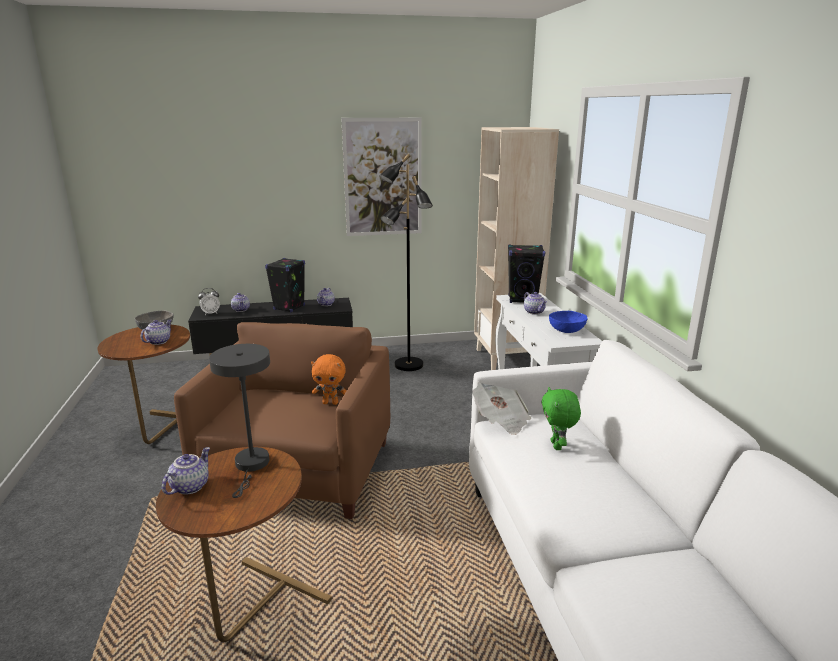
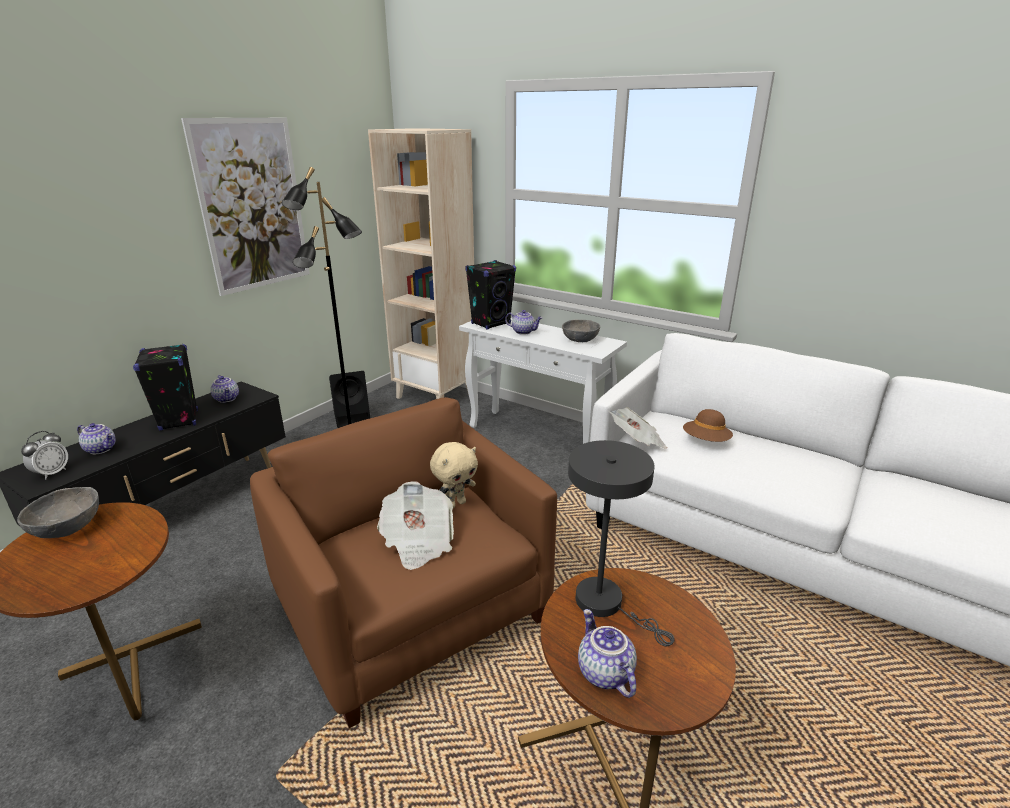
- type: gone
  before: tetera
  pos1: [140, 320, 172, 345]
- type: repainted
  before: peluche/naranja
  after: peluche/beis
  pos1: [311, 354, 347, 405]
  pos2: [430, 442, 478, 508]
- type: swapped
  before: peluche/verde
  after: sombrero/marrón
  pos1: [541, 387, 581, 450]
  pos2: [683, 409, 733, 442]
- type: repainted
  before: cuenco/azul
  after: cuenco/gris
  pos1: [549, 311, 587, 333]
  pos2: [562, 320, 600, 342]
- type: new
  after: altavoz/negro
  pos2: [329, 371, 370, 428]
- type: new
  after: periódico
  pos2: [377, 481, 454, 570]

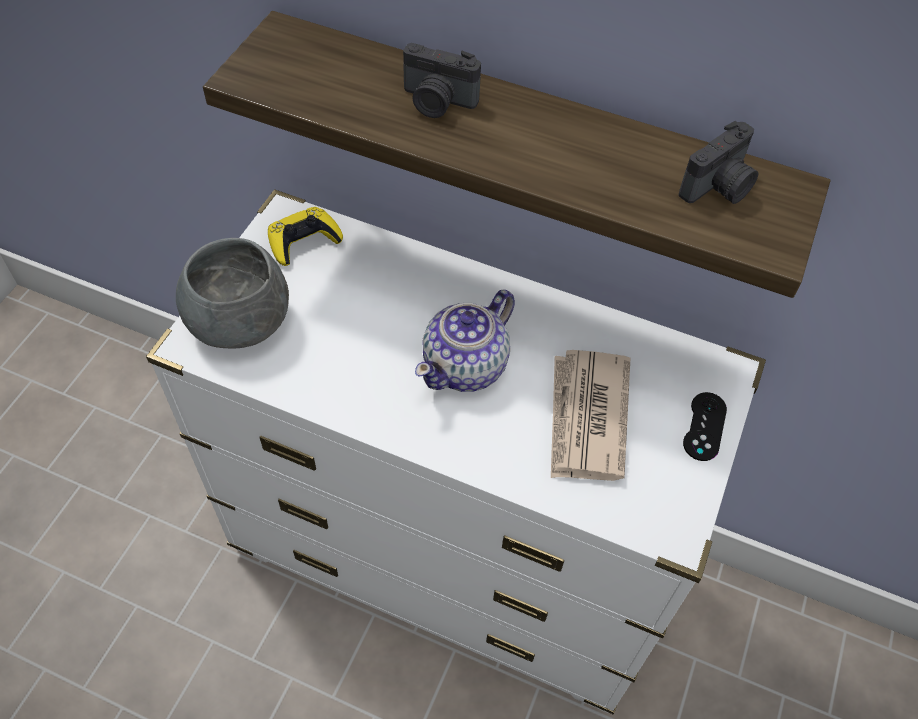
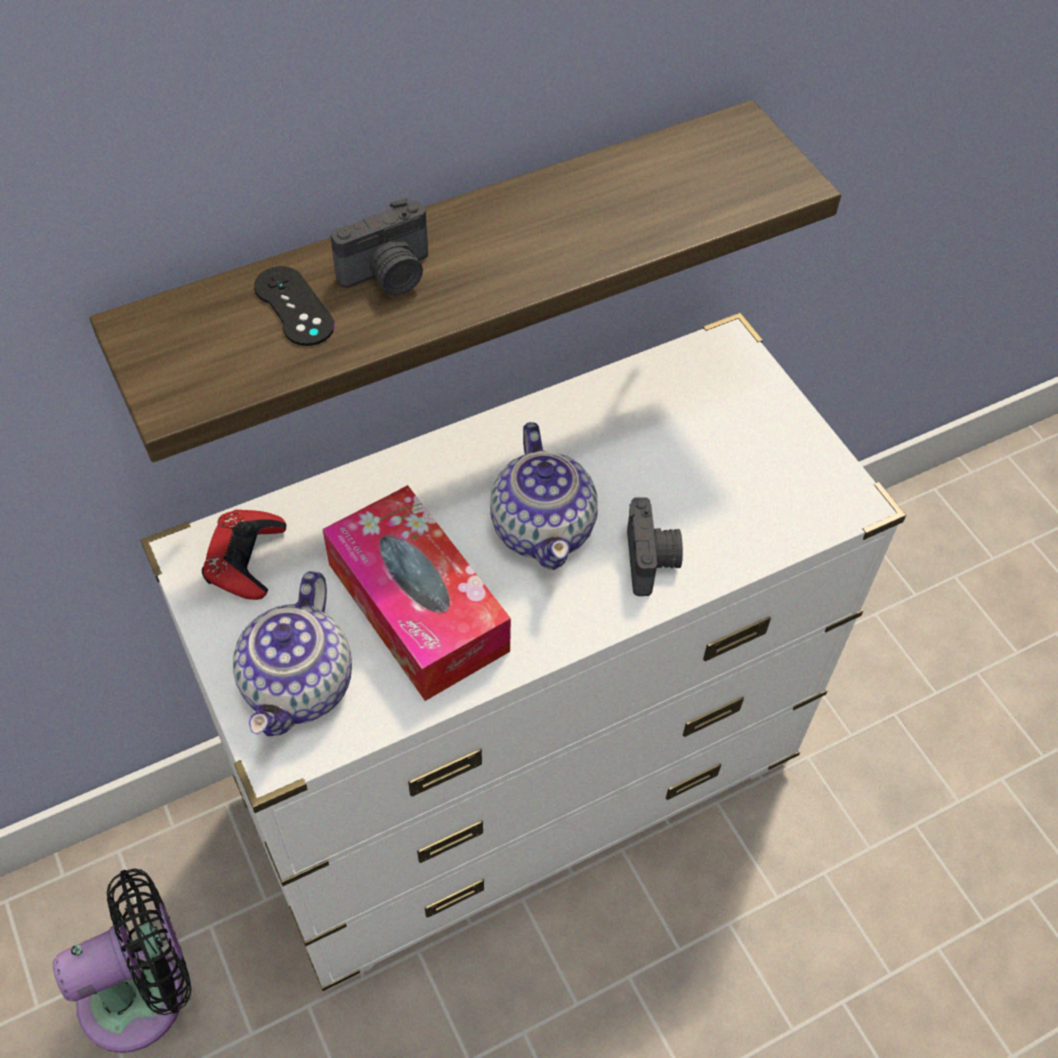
- type: swapped
  before: cuenco/gris
  after: tetera
  pos1: [176, 238, 289, 349]
  pos2: [233, 571, 352, 737]
- type: repainted
  before: mando de consola/amarillo
  after: mando de consola/rojo
  pos1: [268, 207, 343, 266]
  pos2: [202, 510, 286, 600]
- type: gone
  before: periódico
  pos1: [551, 350, 630, 481]
- type: shifted
  before: cámara
  pos1: [679, 121, 758, 204]
  pos2: [627, 497, 683, 596]
- type: shifted
  before: mando de consola/negro
  pos1: [683, 392, 727, 461]
  pos2: [254, 266, 335, 346]
- type: new
  after: ventilador/negro
  pos2: [53, 868, 192, 1053]
- type: new
  after: caja de pañuelos
  pos2: [322, 485, 511, 701]

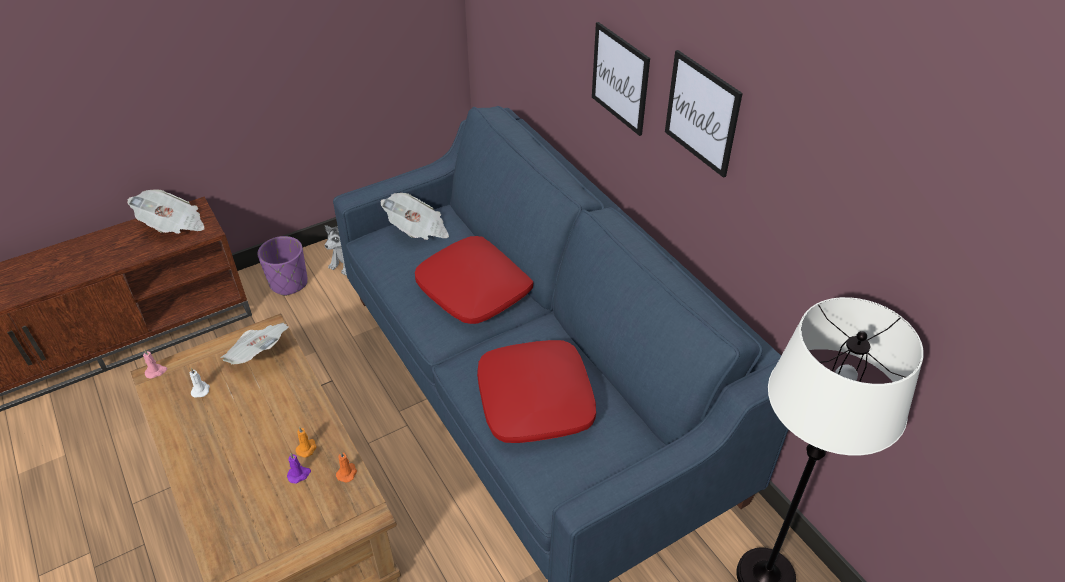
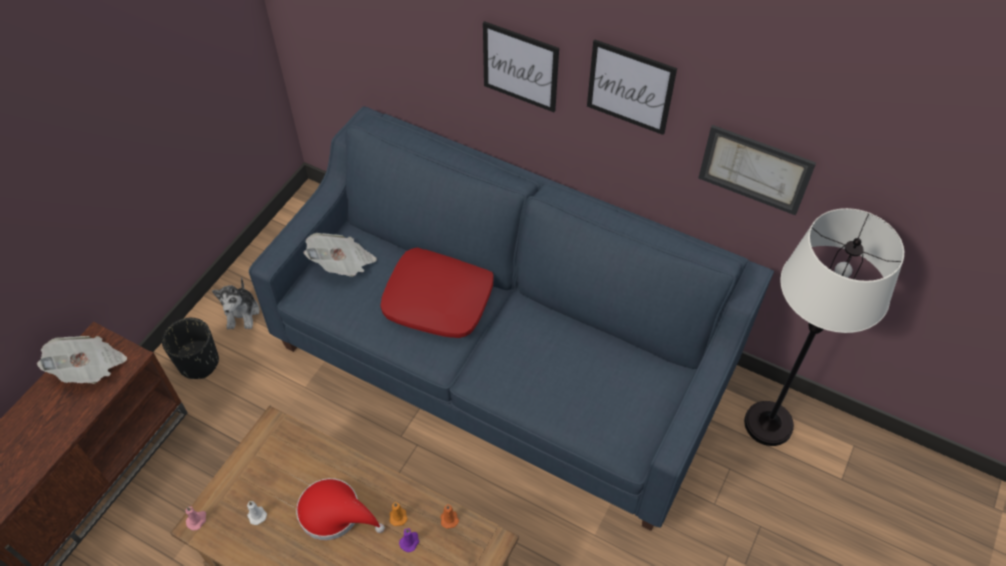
- type: gone
  before: periódico
  pos1: [220, 323, 289, 365]
- type: repainted
  before: maceta/morado
  after: maceta/negro
  pos1: [258, 236, 308, 296]
  pos2: [162, 318, 219, 379]
- type: gone
  before: cojín/rojo
  pos1: [477, 340, 596, 443]
- type: new
  after: sombrero/rojo
  pos2: [296, 478, 385, 540]
- type: new
  after: cuadro
  pos2: [698, 125, 816, 216]

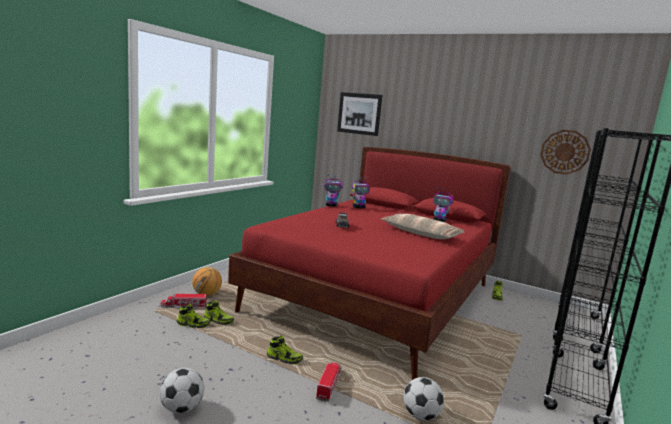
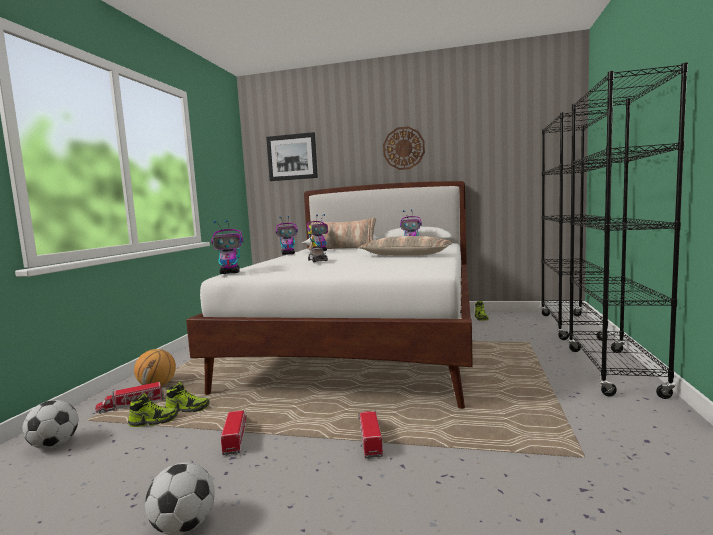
- type: repainted
  before: cama/rojo
  after: cama/blanco
  pos1: [228, 147, 511, 380]
  pos2: [186, 181, 473, 409]
- type: gone
  before: zapato
  pos1: [267, 335, 303, 364]
- type: shifted
  before: balón de fútbol
  pos1: [404, 377, 444, 420]
  pos2: [22, 400, 78, 449]
- type: shifted
  before: reloj de pared
  pos1: [540, 130, 591, 175]
  pos2: [383, 126, 425, 170]
- type: new
  after: robot de juguete
  pos2: [211, 220, 244, 274]
- type: new
  after: camión de juguete
  pos2: [221, 410, 247, 456]
- type: new
  after: cojín
  pos2: [308, 218, 376, 250]

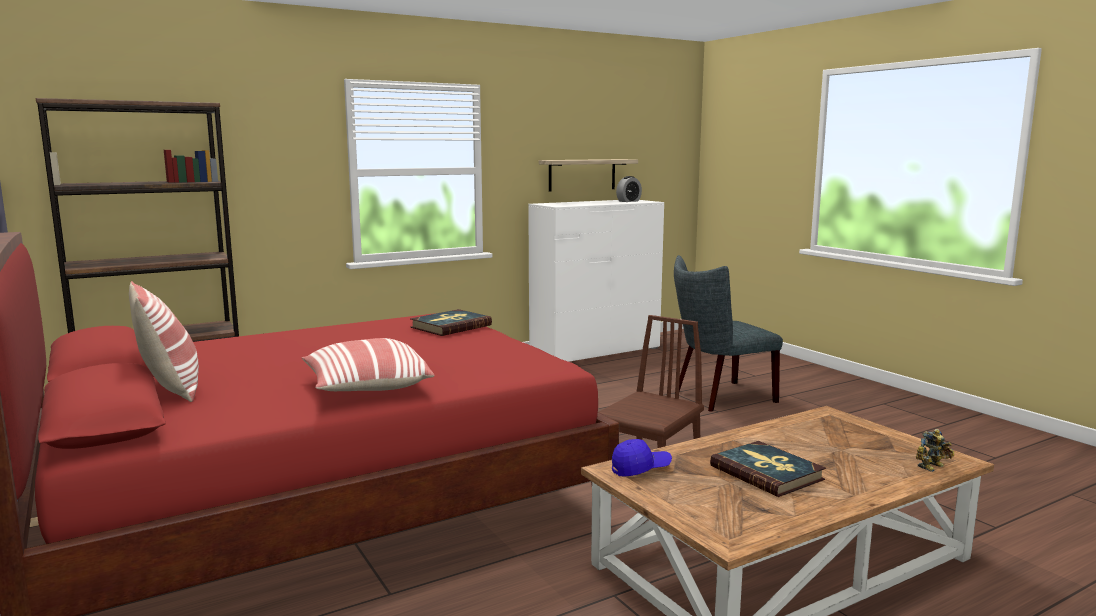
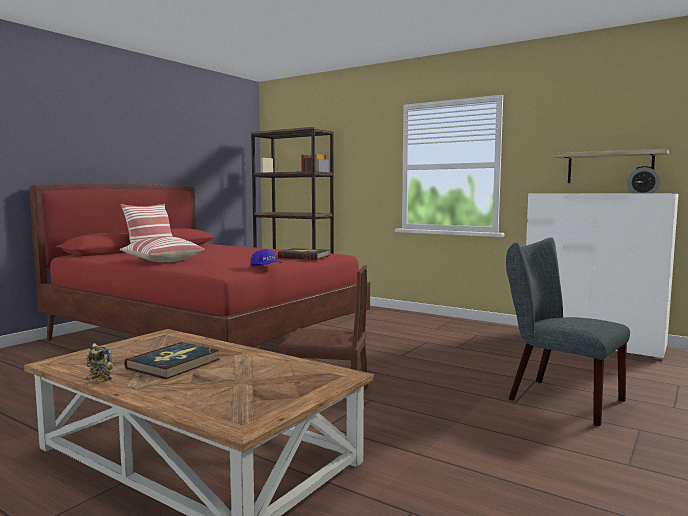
- type: shifted
  before: gorra/azul
  pos1: [612, 439, 672, 476]
  pos2: [250, 249, 282, 266]
- type: shifted
  before: robot de juguete
  pos1: [916, 429, 954, 472]
  pos2: [86, 343, 114, 383]

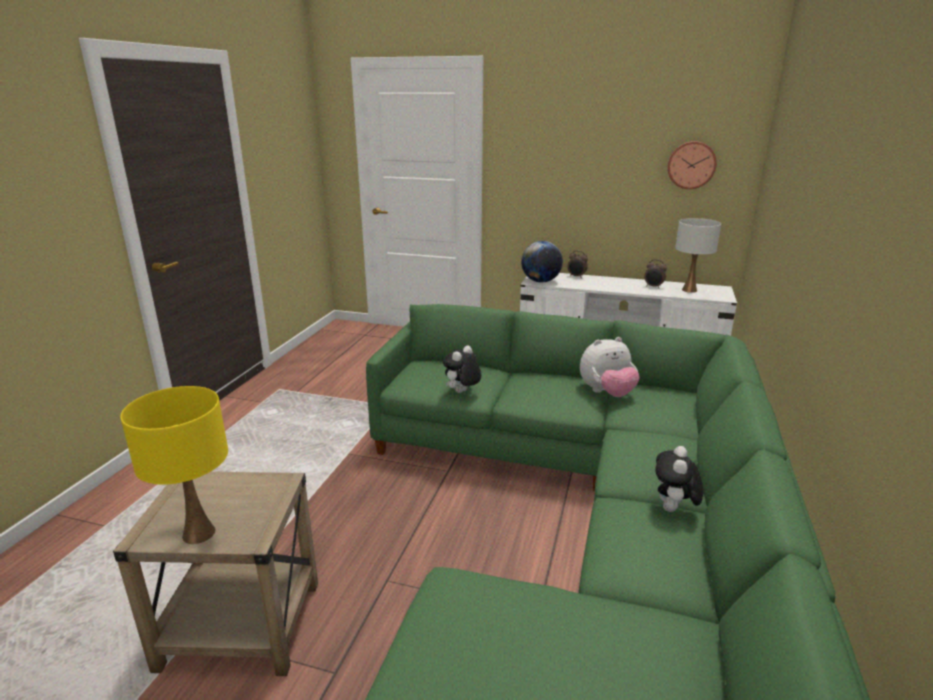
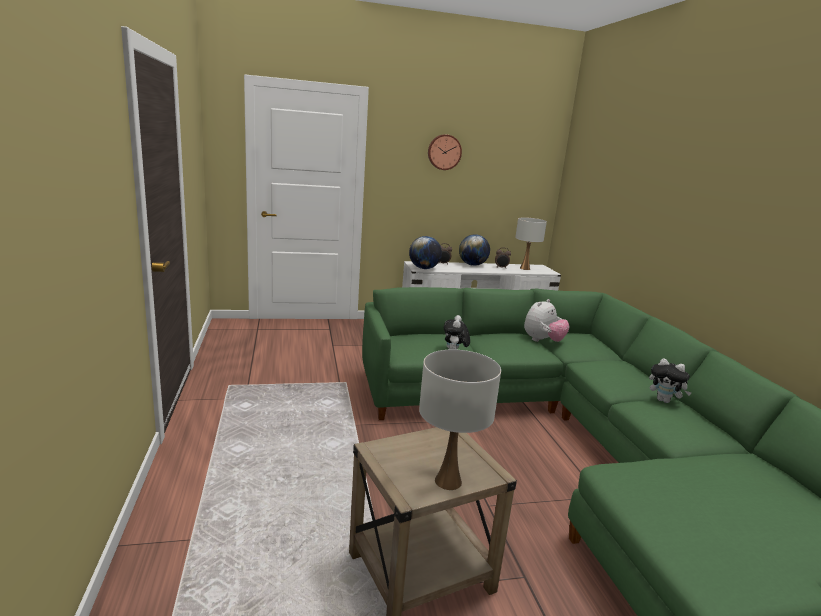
- type: repainted
  before: lámpara de mesa/amarillo
  after: lámpara de mesa/blanco
  pos1: [120, 386, 228, 544]
  pos2: [419, 349, 501, 490]
- type: rotated
  before: peluche
  pos1: [655, 446, 703, 512]
  pos2: [649, 358, 691, 403]
  turn: -45
- type: shifted
  before: reloj de pared
  pos1: [668, 141, 717, 189]
  pos2: [428, 134, 462, 170]
- type: new
  after: globo terráqueo
  pos2: [459, 234, 490, 266]

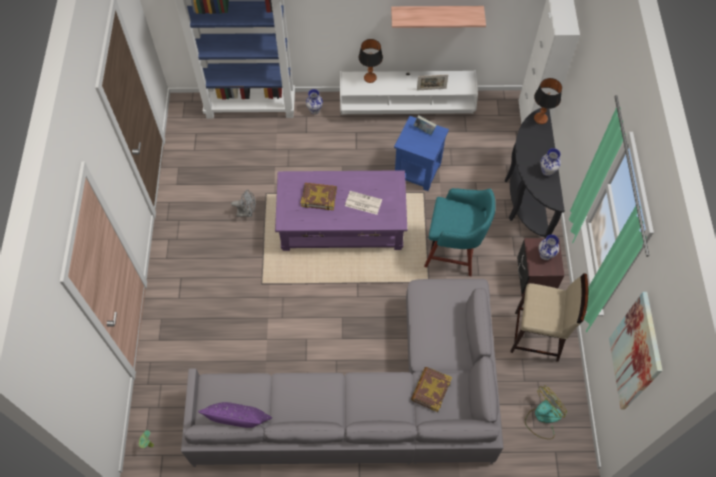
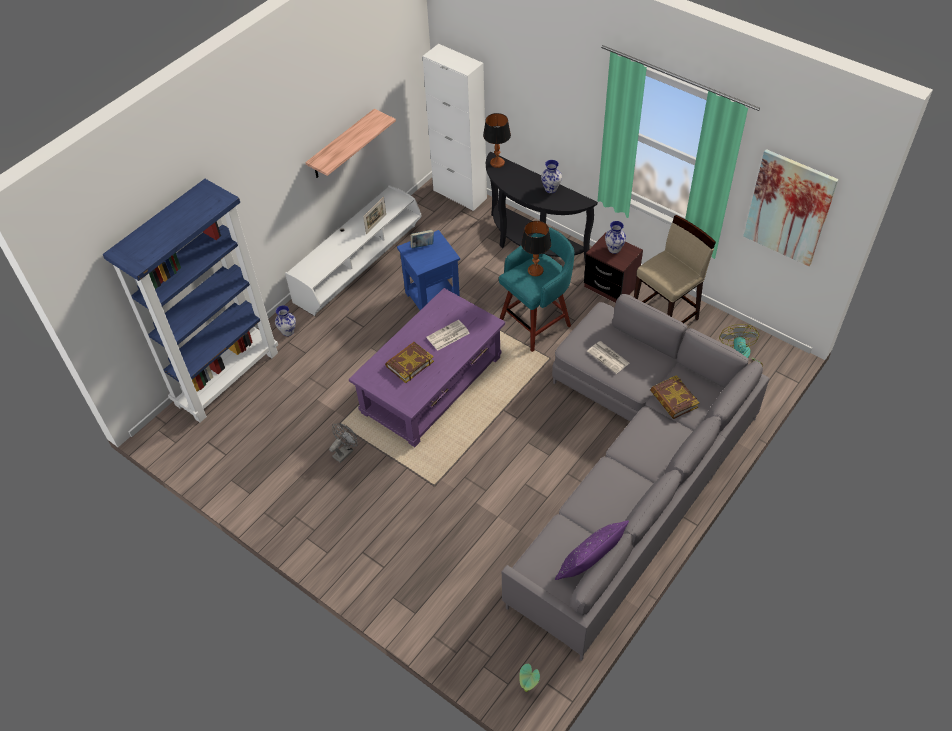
- type: shifted
  before: lámpara de mesa
  pos1: [359, 39, 383, 83]
  pos2: [521, 221, 551, 276]
- type: new
  after: periódico
  pos2: [587, 341, 629, 374]

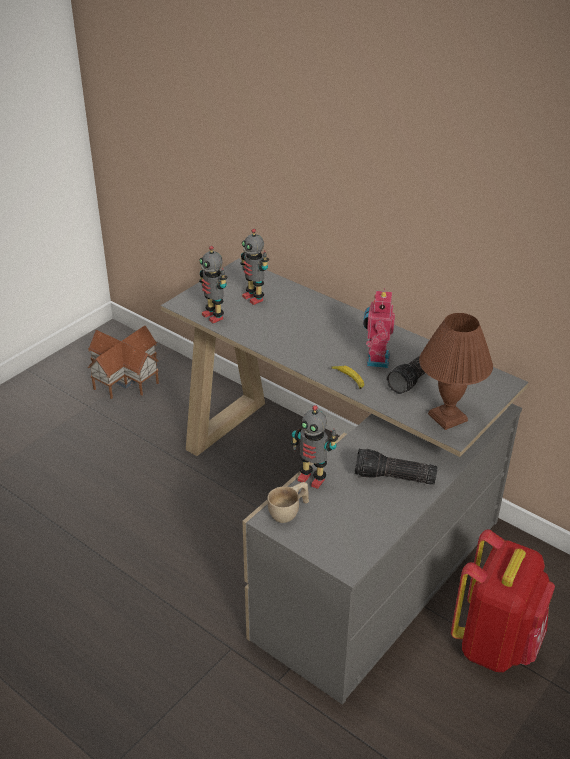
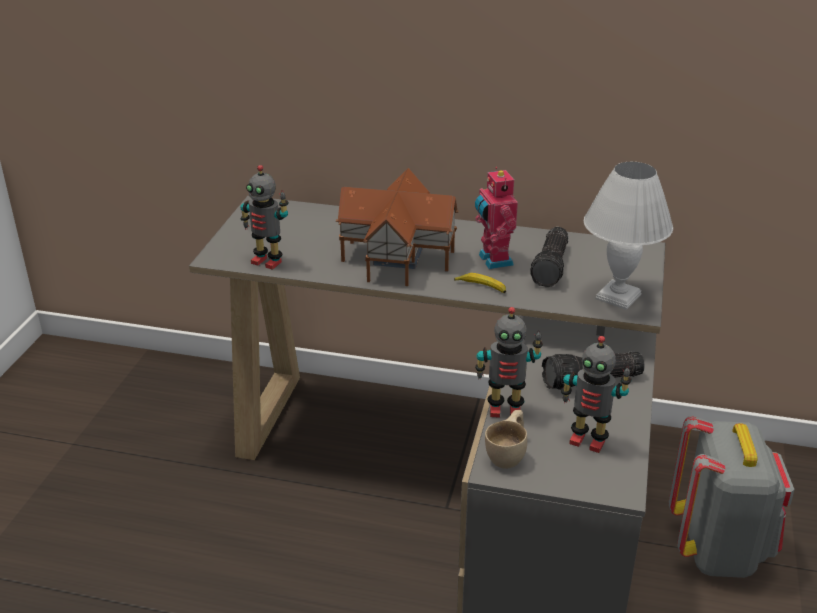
- type: shifted
  before: casita
  pos1: [88, 326, 159, 399]
  pos2: [336, 168, 459, 286]
- type: shifted
  before: robot de juguete
  pos1: [240, 229, 269, 305]
  pos2: [561, 336, 632, 453]
- type: repainted
  before: lámpara de mesa/marrón
  after: lámpara de mesa/blanco
  pos1: [419, 313, 493, 430]
  pos2: [584, 162, 673, 310]
- type: repainted
  before: mochila/rojo
  after: mochila/gris
  pos1: [451, 530, 555, 672]
  pos2: [669, 415, 794, 578]

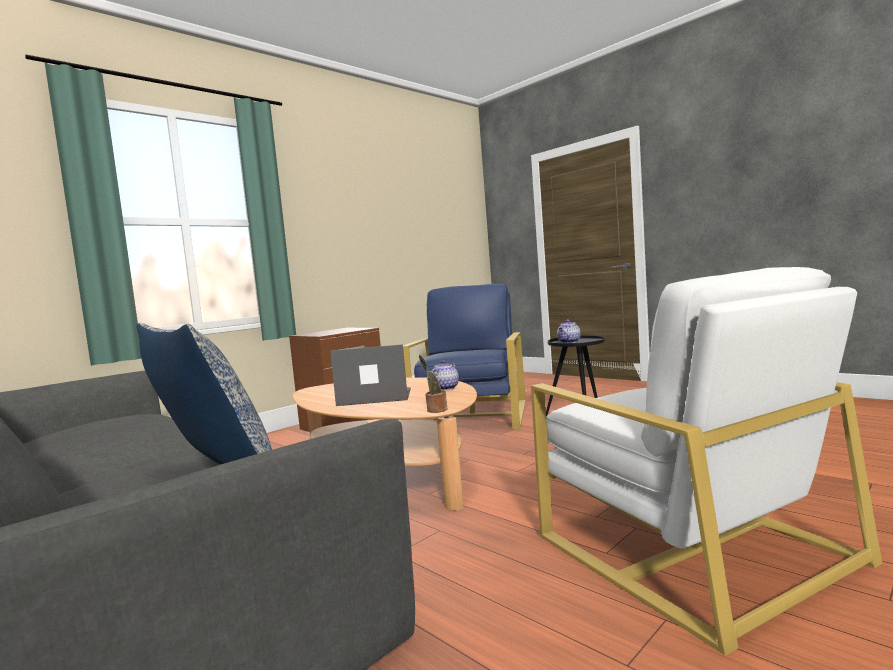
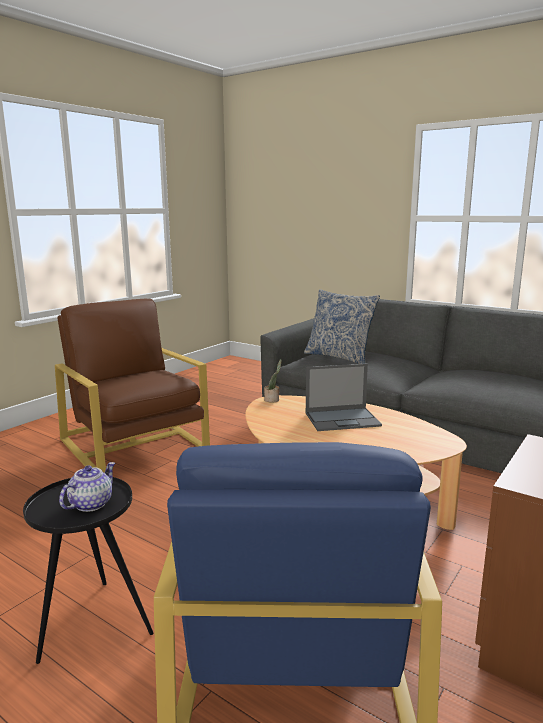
- type: gone
  before: tetera
  pos1: [431, 360, 459, 391]
- type: repainted
  before: sillón/blanco
  after: sillón/marrón
  pos1: [531, 267, 883, 655]
  pos2: [55, 299, 210, 473]

